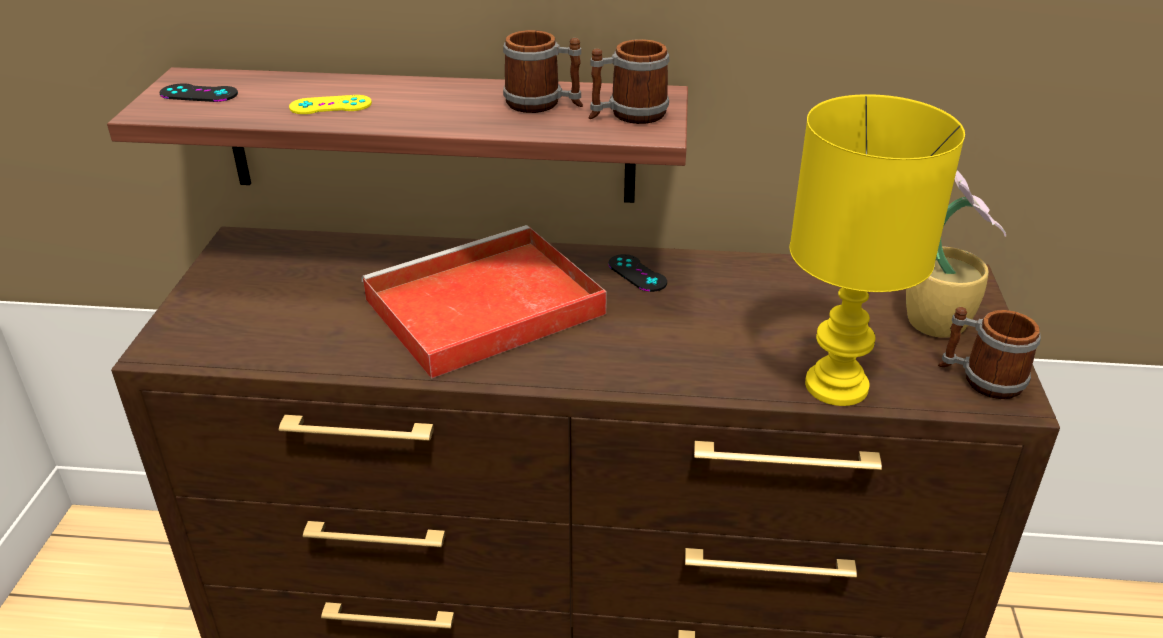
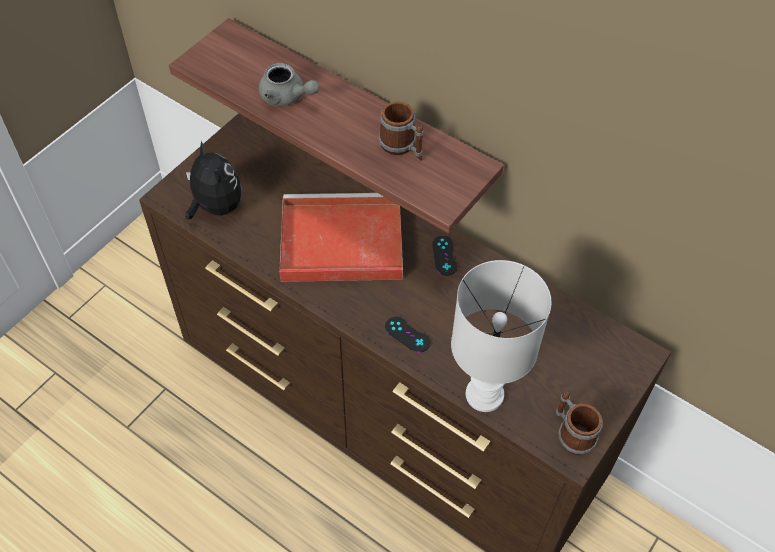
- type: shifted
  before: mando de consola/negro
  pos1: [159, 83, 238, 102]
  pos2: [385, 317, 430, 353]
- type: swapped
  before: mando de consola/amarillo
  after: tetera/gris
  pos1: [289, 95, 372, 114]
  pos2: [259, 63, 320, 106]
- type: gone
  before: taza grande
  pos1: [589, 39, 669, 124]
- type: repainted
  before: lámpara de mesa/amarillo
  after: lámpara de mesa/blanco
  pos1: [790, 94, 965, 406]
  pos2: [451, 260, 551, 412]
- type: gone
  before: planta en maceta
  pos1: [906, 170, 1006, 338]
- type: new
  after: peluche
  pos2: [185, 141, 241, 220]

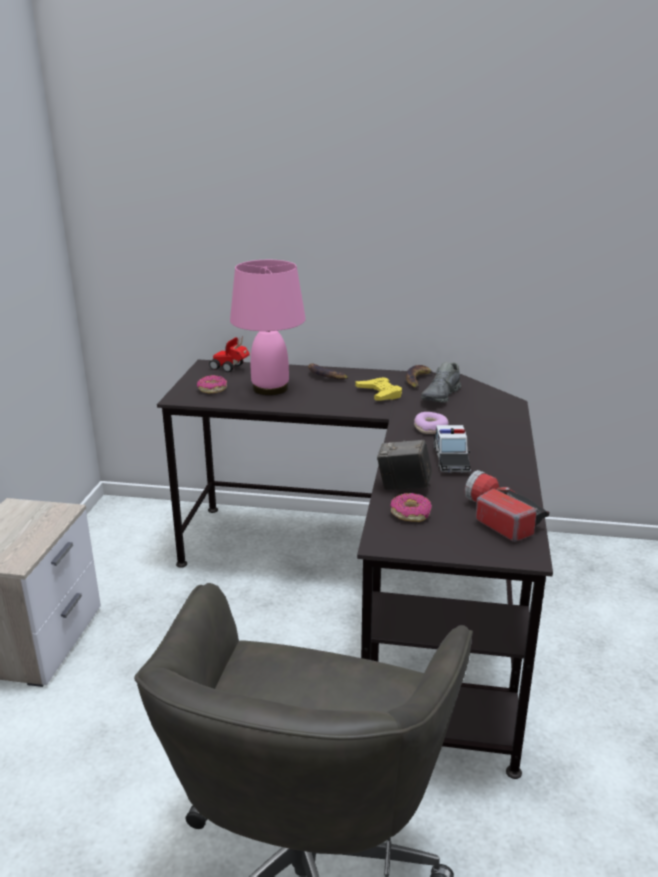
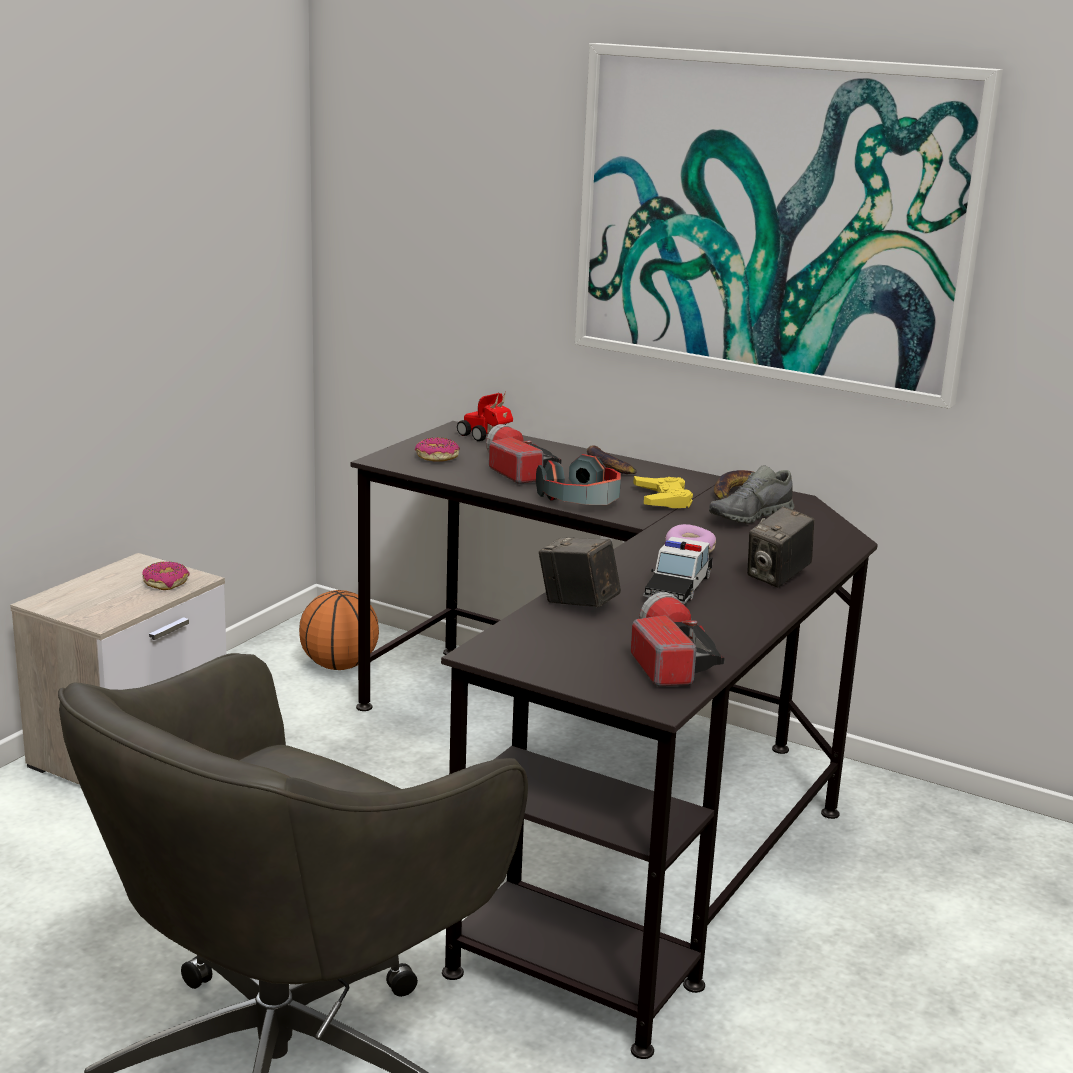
- type: swapped
  before: lámpara de mesa/rosa
  after: linterna
  pos1: [230, 260, 306, 395]
  pos2: [486, 424, 562, 484]
- type: shifted
  before: rosquilla
  pos1: [390, 493, 432, 522]
  pos2: [142, 562, 190, 590]
- type: new
  after: balón de baloncesto
  pos2: [299, 590, 379, 670]
- type: new
  after: auriculares
  pos2: [536, 454, 621, 505]
- type: new
  after: cuadro
  pos2: [575, 43, 1003, 409]
- type: new
  after: cámara
  pos2: [747, 506, 814, 588]

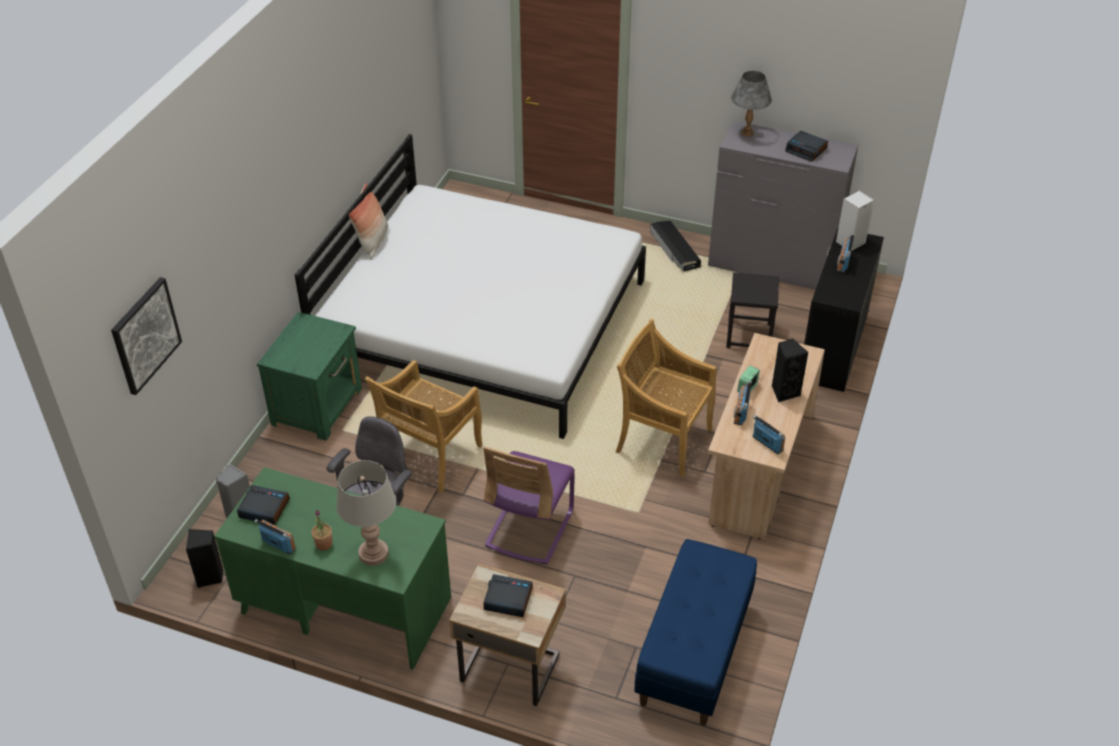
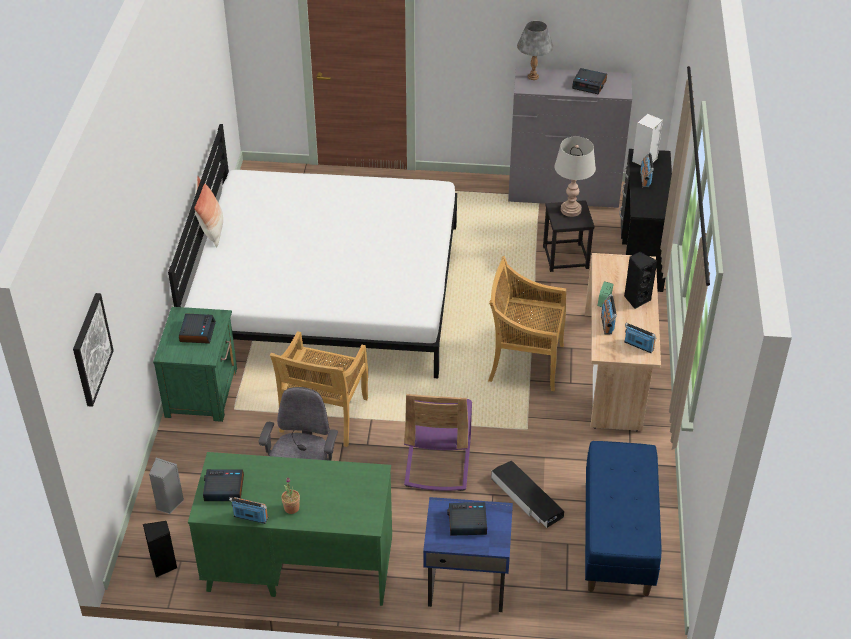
- type: shifted
  before: lámpara de mesa/gris
  pos1: [336, 460, 396, 566]
  pos2: [554, 136, 596, 217]
- type: repainted
  before: mesita de noche/beis
  after: mesita de noche/azul
  pos1: [449, 563, 566, 706]
  pos2: [423, 497, 513, 612]
- type: shifted
  before: caja de almacenaje/negro
  pos1: [650, 221, 701, 272]
  pos2: [491, 461, 564, 528]
- type: new
  after: despertador
  pos2: [179, 314, 216, 344]

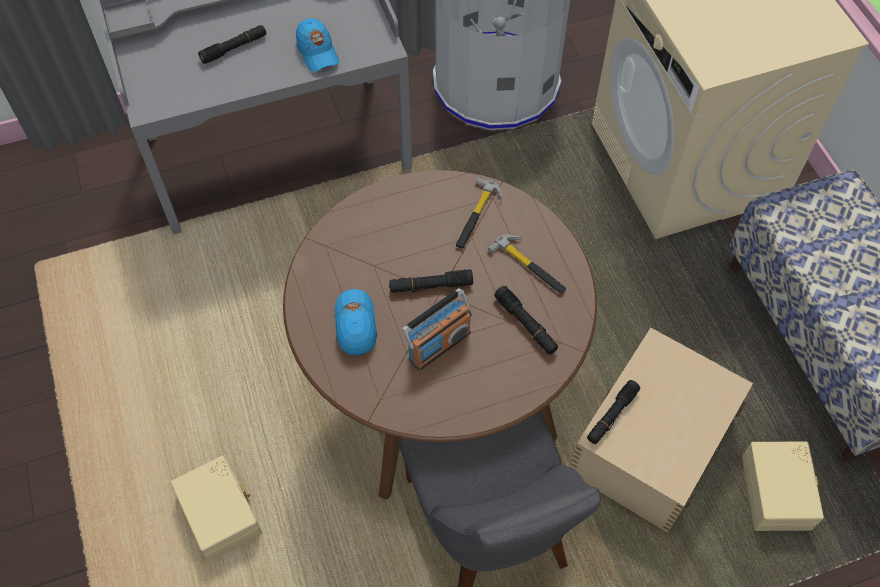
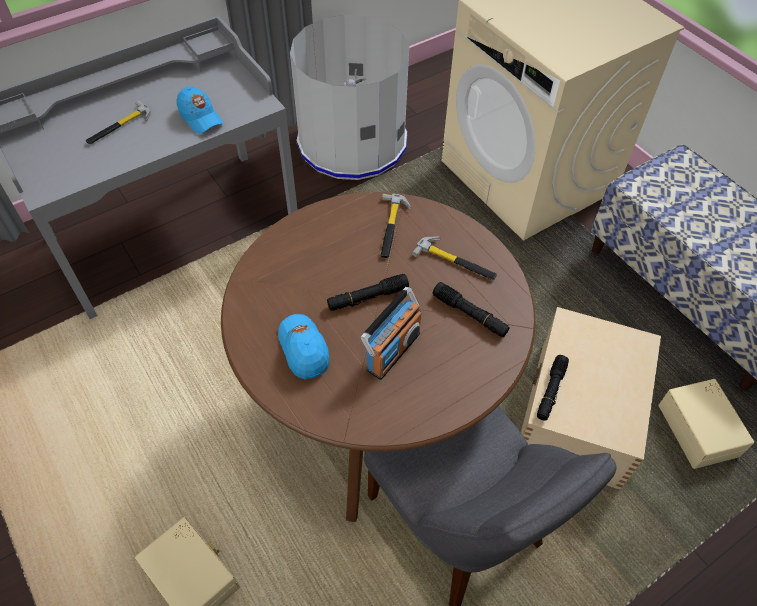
- type: swapped
  before: linterna/negro
  after: martillo
  pos1: [198, 25, 267, 64]
  pos2: [86, 101, 151, 144]

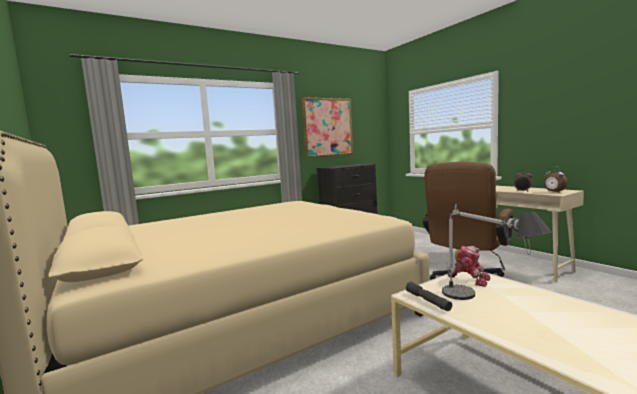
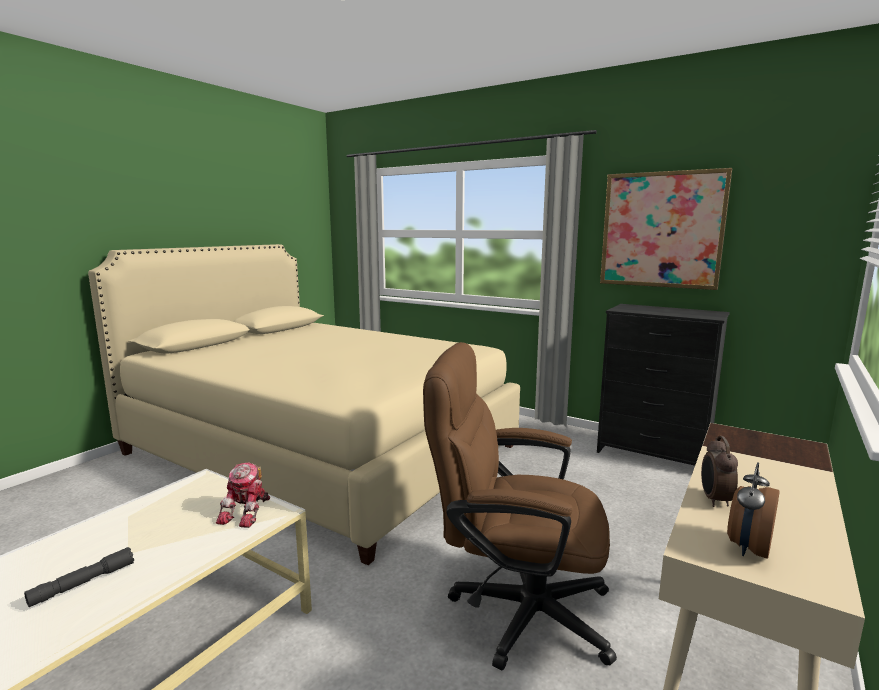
- type: shifted
  before: linterna/gris
  pos1: [406, 282, 452, 311]
  pos2: [24, 547, 134, 607]
- type: gone
  before: lámpara de mesa
  pos1: [442, 204, 552, 300]

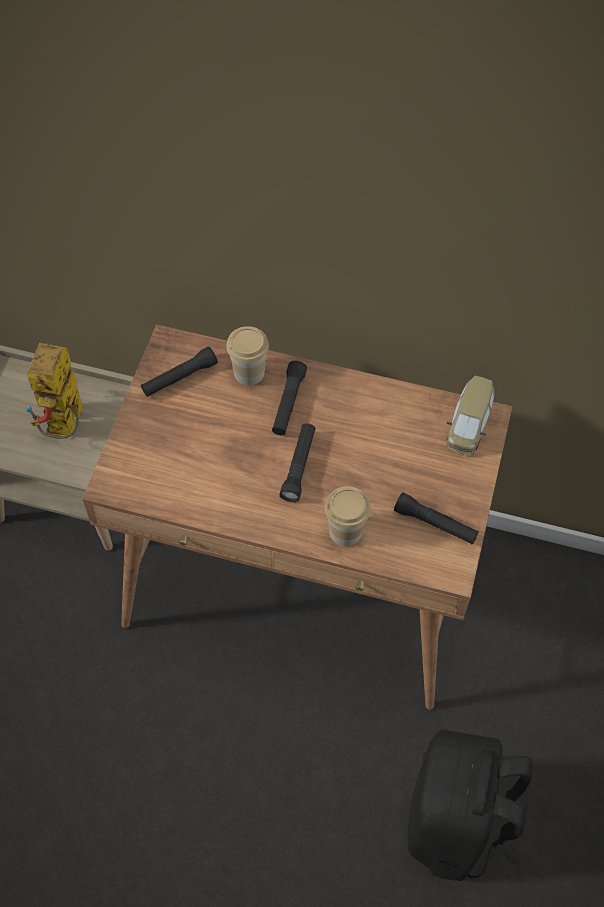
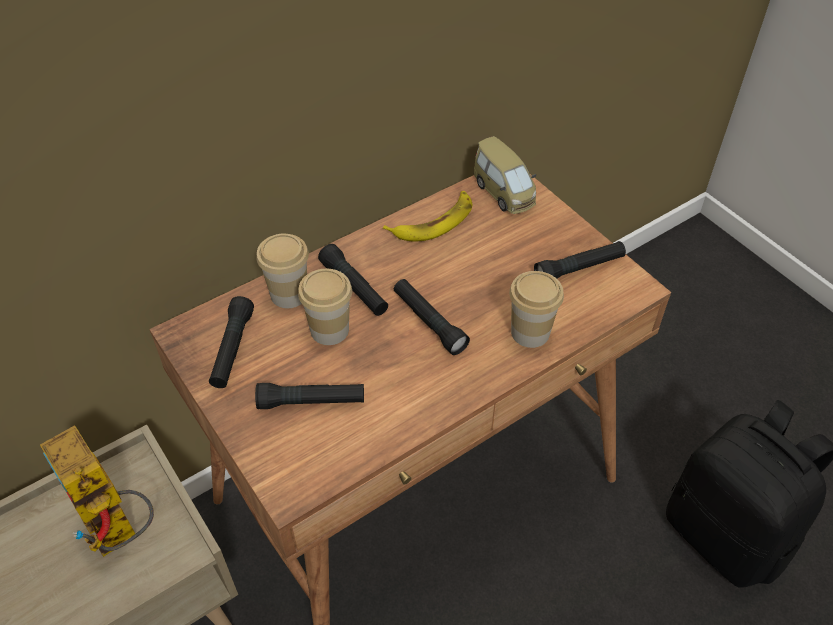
- type: new
  after: linterna/negro
  pos2: [255, 383, 364, 409]
- type: new
  after: taza
  pos2: [298, 269, 352, 345]
- type: new
  after: plátano
  pos2: [383, 191, 472, 242]

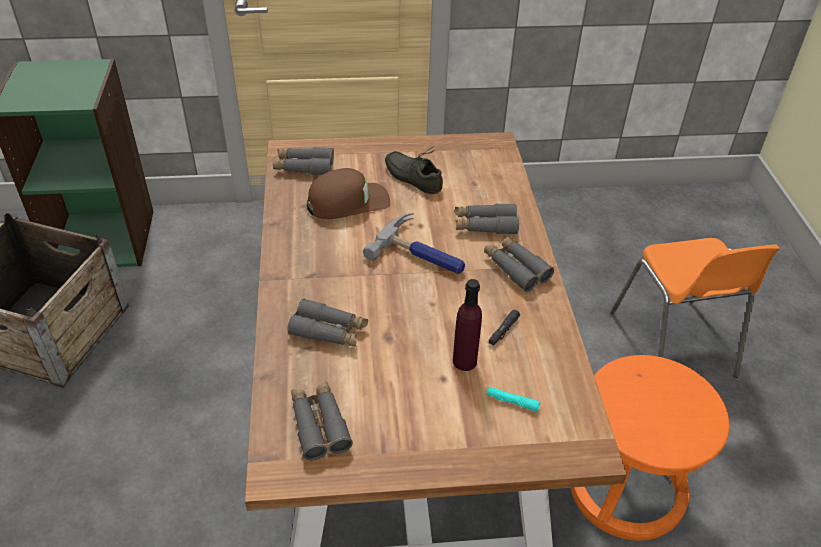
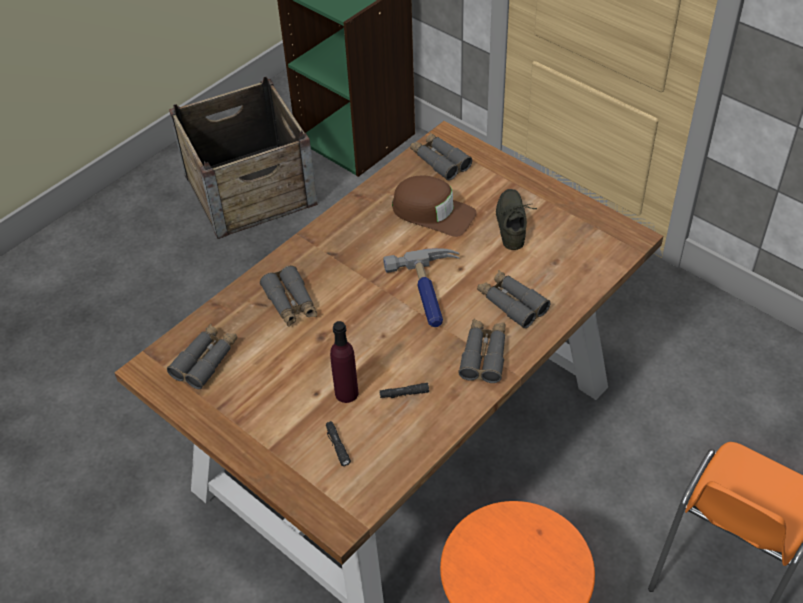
- type: repainted
  before: linterna/turquesa
  after: linterna/negro
  pos1: [487, 387, 540, 412]
  pos2: [326, 421, 351, 466]

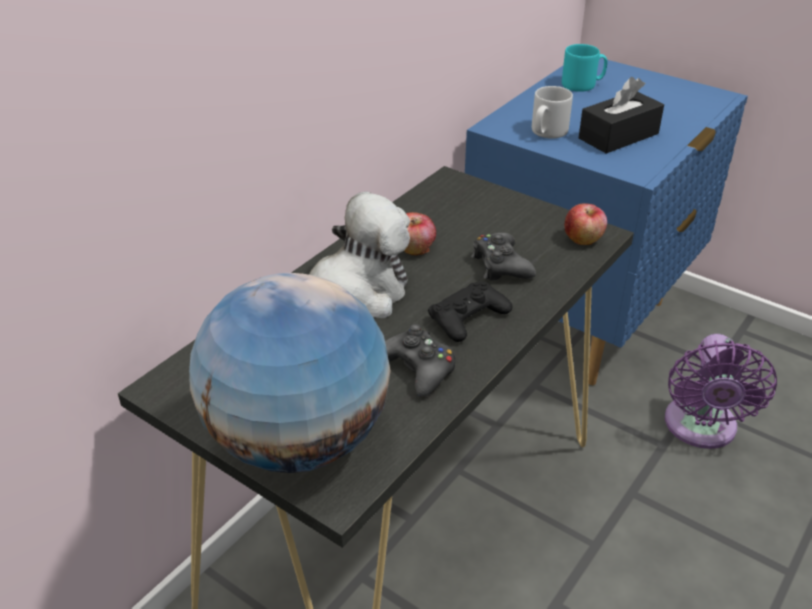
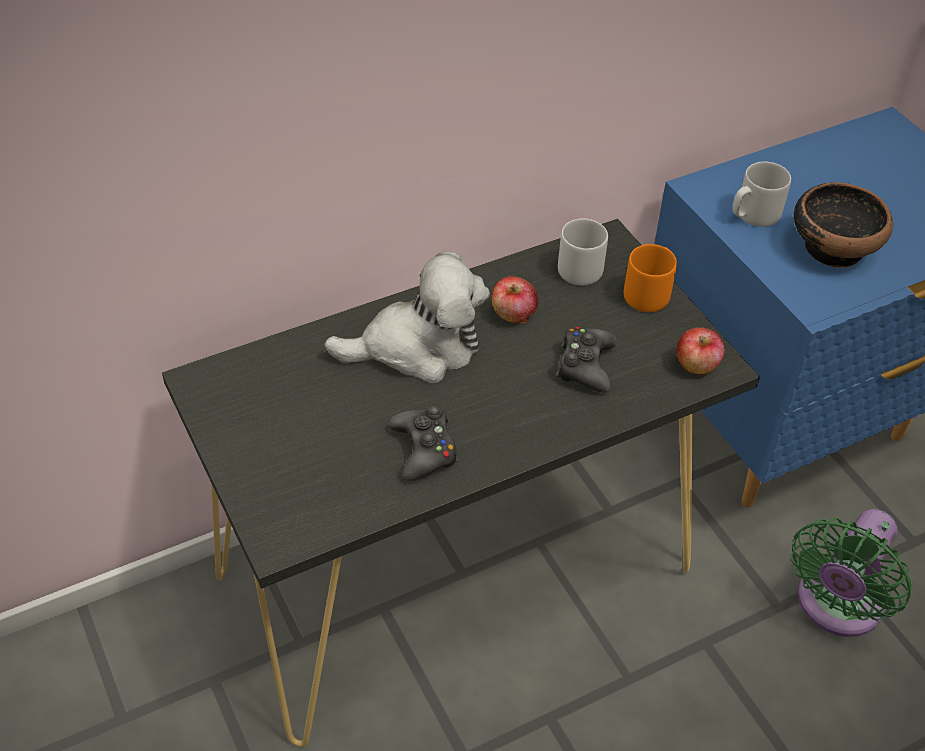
- type: gone
  before: globo terráqueo
  pos1: [189, 273, 391, 473]
- type: gone
  before: mando de consola/negro
  pos1: [428, 281, 512, 342]
- type: gone
  before: taza grande/turquesa
  pos1: [562, 44, 607, 92]
- type: swapped
  before: caja de pañuelos/negro
  after: cuenco
  pos1: [579, 77, 664, 154]
  pos2: [794, 182, 893, 268]
- type: repainted
  before: ventilador/morado
  after: ventilador/verde
  pos1: [665, 334, 777, 449]
  pos2: [791, 509, 912, 637]
- type: new
  after: taza grande/gris
  pos2: [558, 219, 608, 285]
- type: new
  after: taza grande/naranja
  pos2: [624, 244, 677, 312]

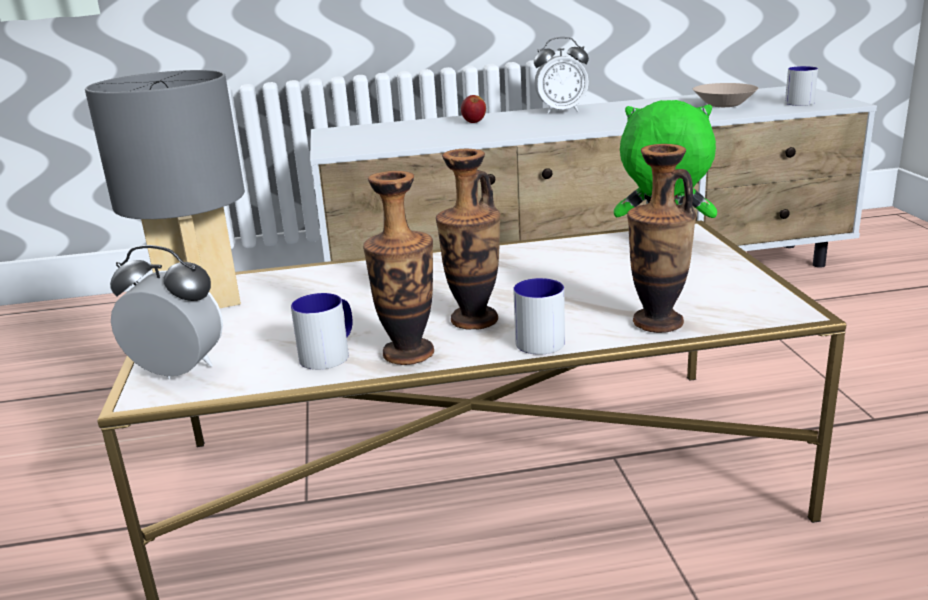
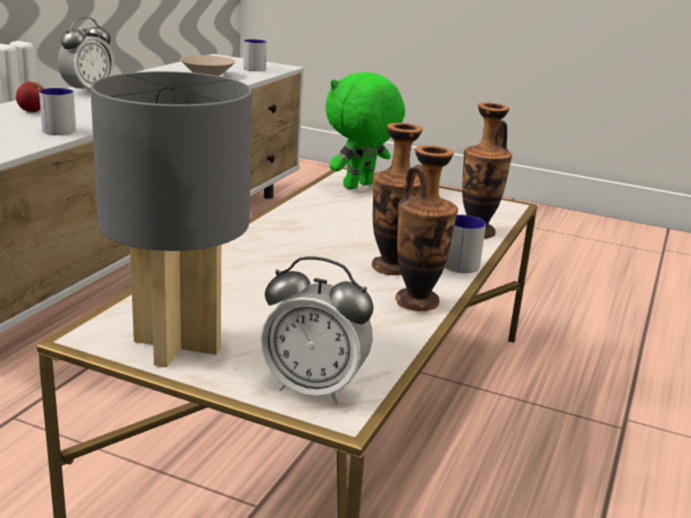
- type: rotated
  before: despertador
  pos1: [110, 245, 223, 379]
  pos2: [261, 256, 373, 404]
  turn: -120
- type: shifted
  before: taza grande
  pos1: [291, 293, 353, 370]
  pos2: [39, 88, 76, 135]

